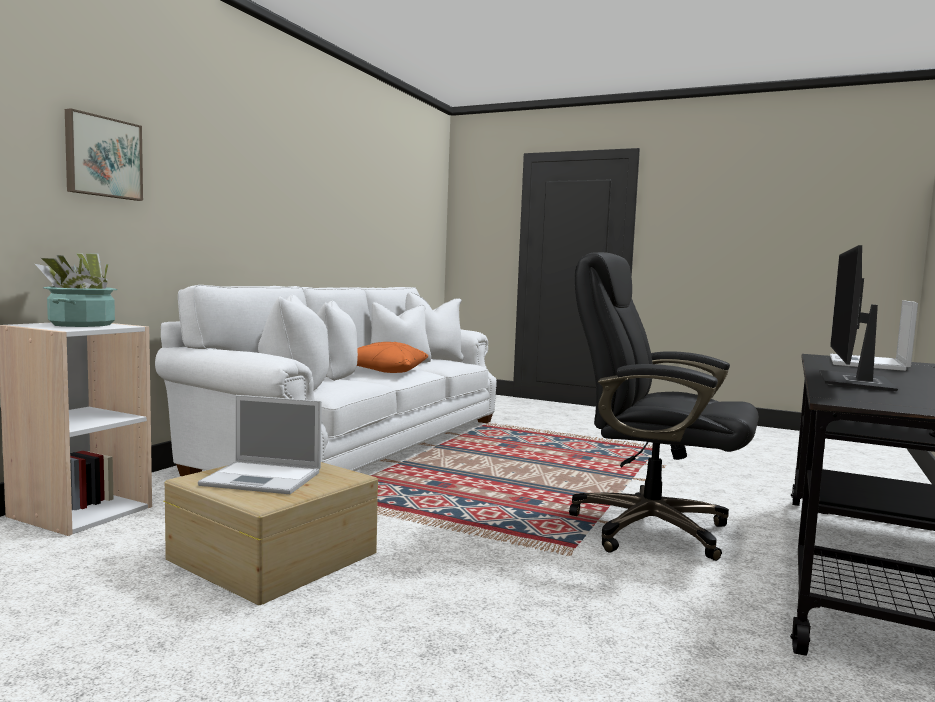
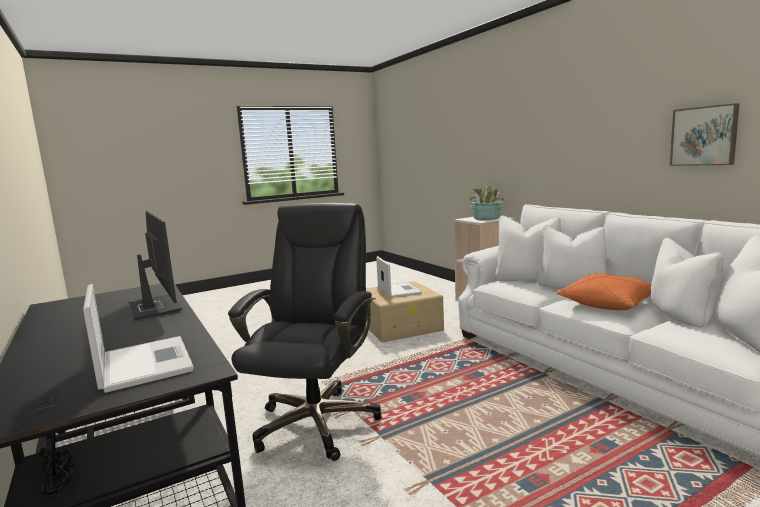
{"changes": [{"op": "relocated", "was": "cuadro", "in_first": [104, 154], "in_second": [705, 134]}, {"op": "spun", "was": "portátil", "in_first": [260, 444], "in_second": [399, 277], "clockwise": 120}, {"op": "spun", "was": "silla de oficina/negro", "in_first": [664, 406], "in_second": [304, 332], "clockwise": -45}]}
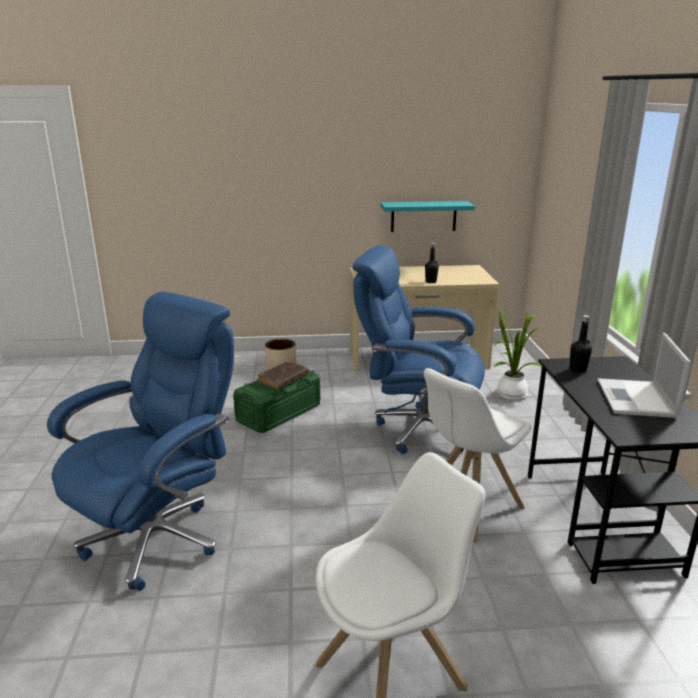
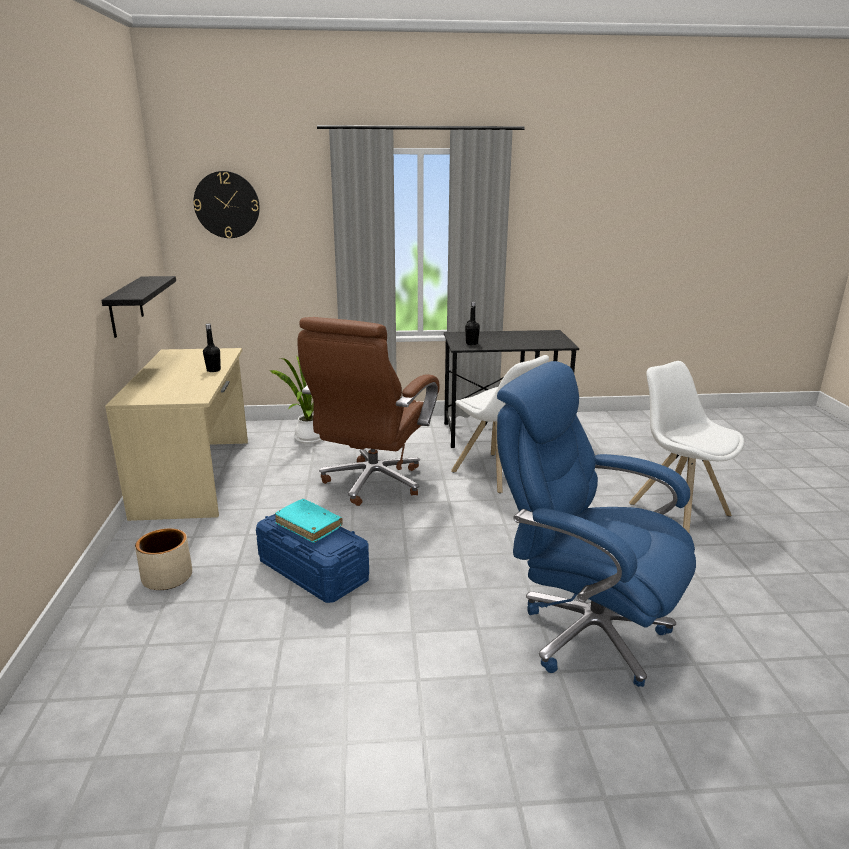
{"changes": [{"op": "colour", "was": "caja de almacenaje/verde", "now": "caja de almacenaje/azul", "in_first": [276, 402], "in_second": [312, 558]}, {"op": "colour", "was": "libro/marrón", "now": "libro/turquesa", "in_first": [283, 375], "in_second": [309, 521]}, {"op": "colour", "was": "silla de oficina/azul", "now": "silla de oficina/marrón", "in_first": [419, 349], "in_second": [368, 411]}, {"op": "colour", "was": "estante/turquesa", "now": "estante/negro", "in_first": [428, 216], "in_second": [138, 307]}, {"op": "missing", "was": "portátil", "in_first": [644, 375]}, {"op": "appeared", "now": "reloj de pared", "in_second": [226, 204]}]}
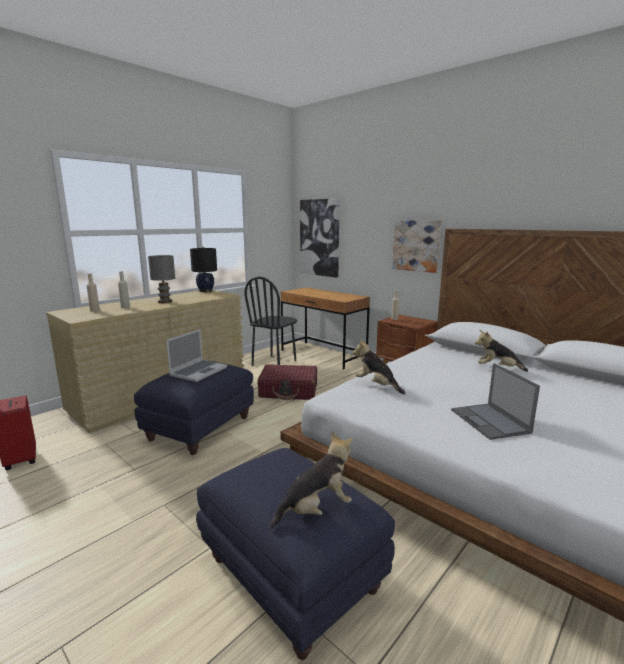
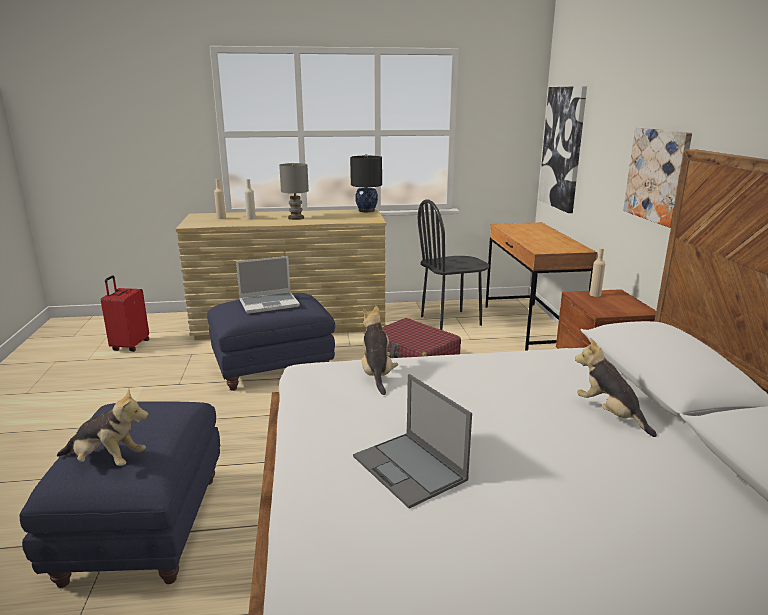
{"changes": [{"op": "spun", "was": "portátil", "in_first": [495, 401], "in_second": [412, 441], "clockwise": -60}]}
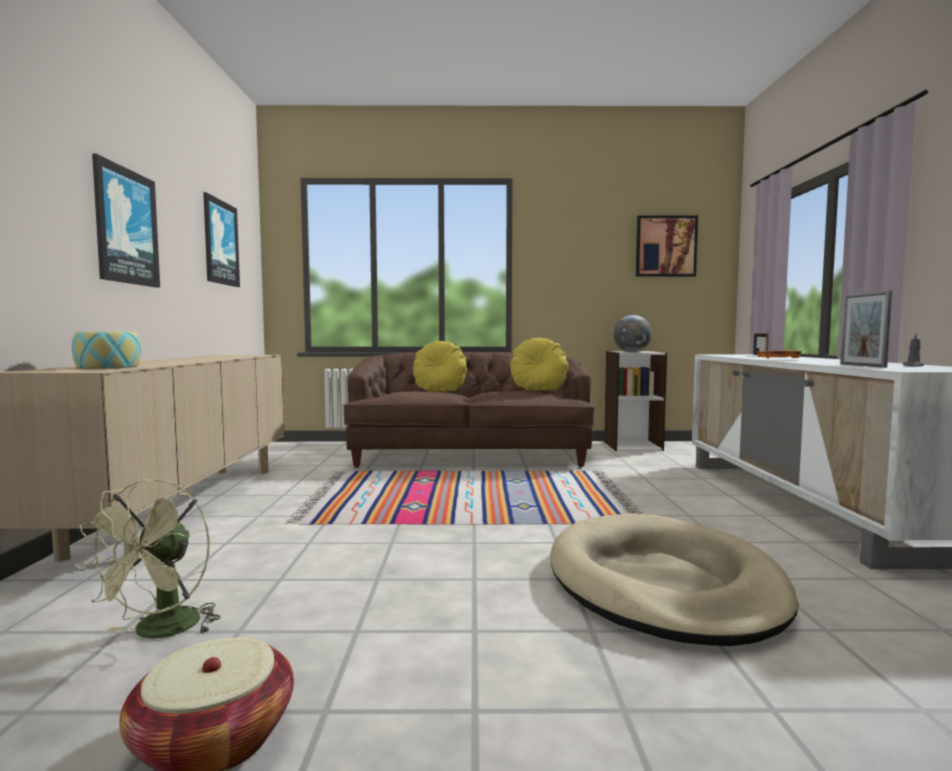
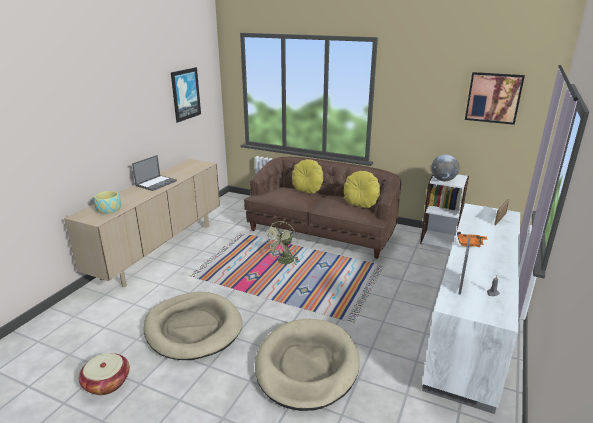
{"changes": [{"op": "relocated", "was": "ventilador/verde", "in_first": [148, 558], "in_second": [282, 243]}, {"op": "missing", "was": "cuadro", "in_first": [126, 220]}, {"op": "appeared", "now": "portátil", "in_second": [154, 173]}, {"op": "appeared", "now": "cama para perro/beis", "in_second": [193, 326]}]}
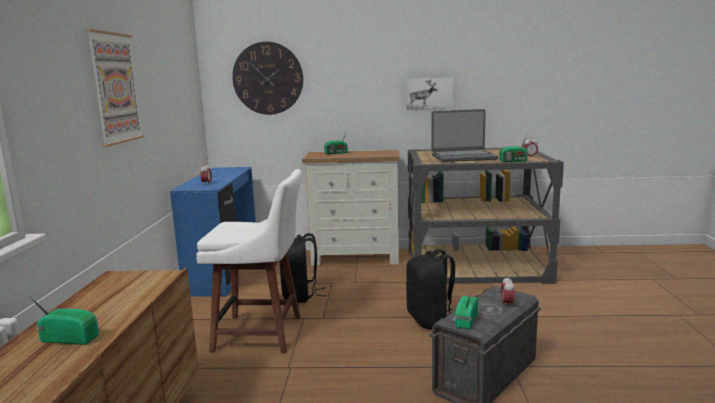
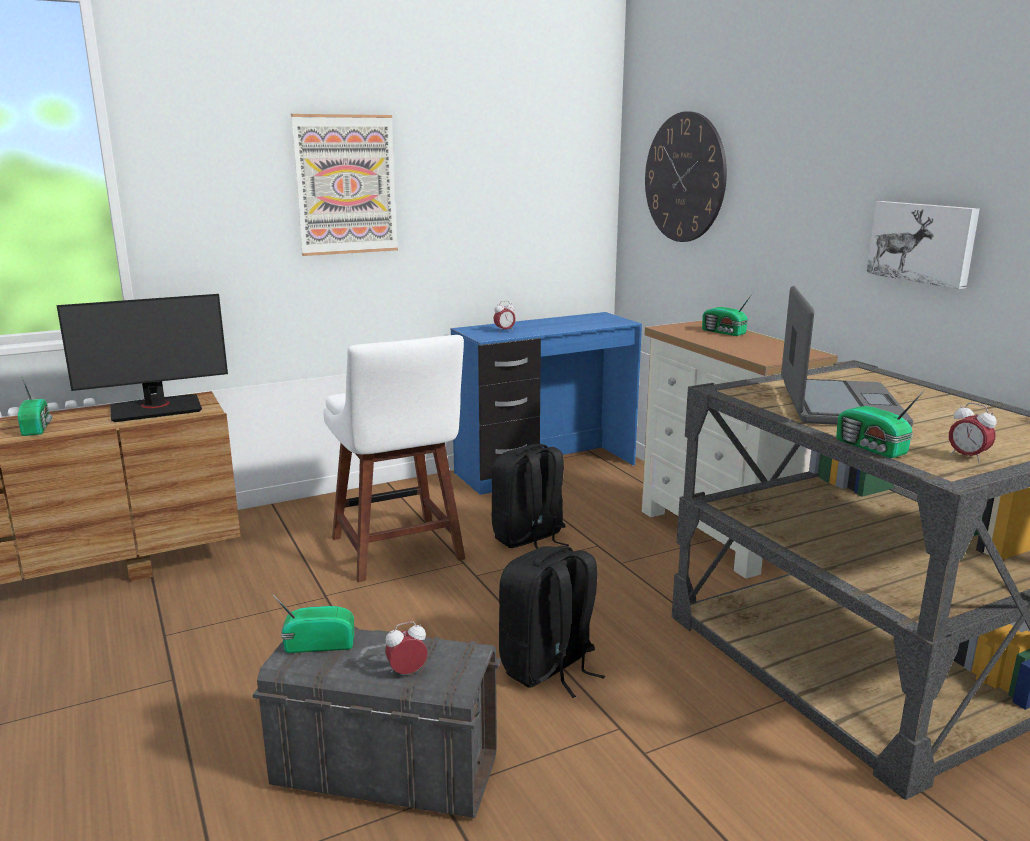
{"changes": [{"op": "spun", "was": "portátil", "in_first": [465, 135], "in_second": [847, 356], "clockwise": -135}, {"op": "appeared", "now": "monitor", "in_second": [142, 358]}]}
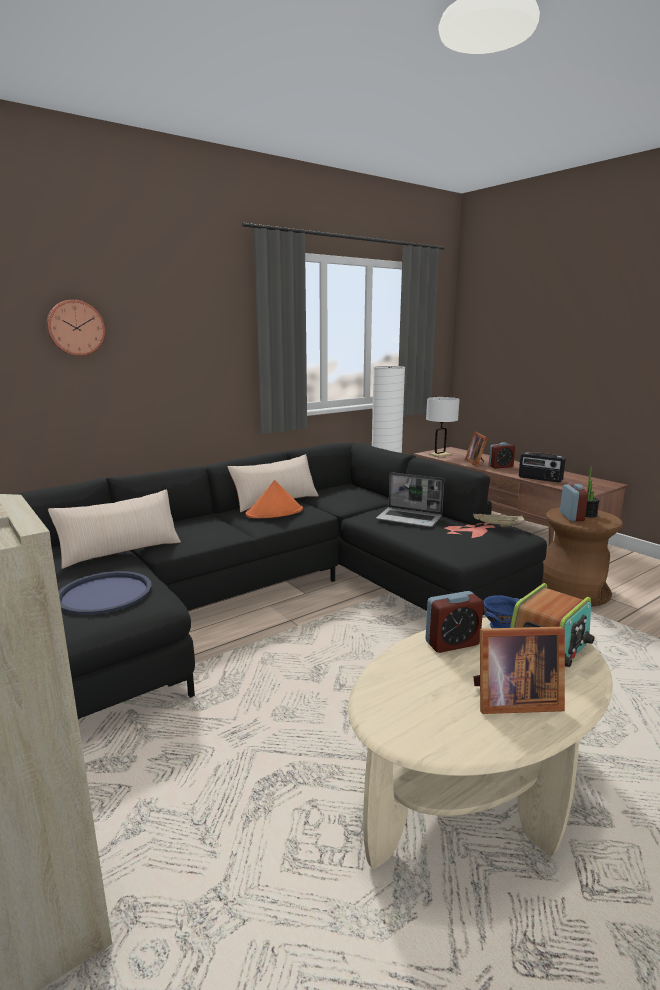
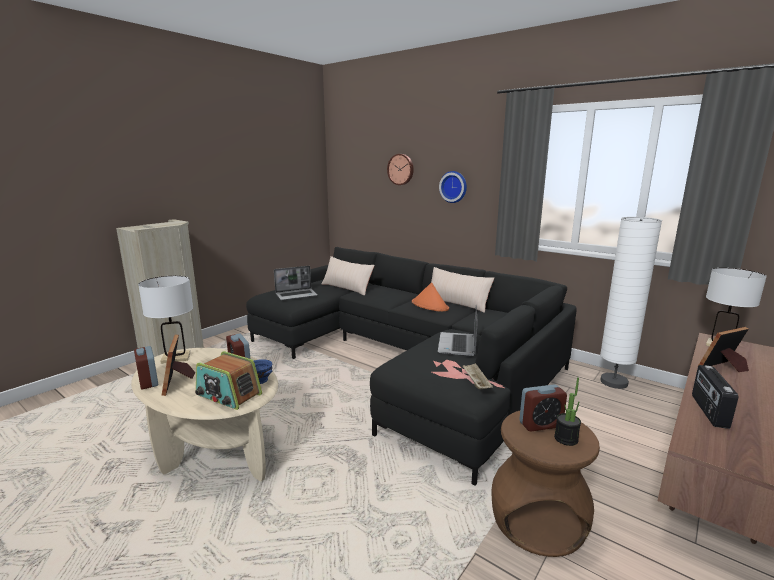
{"changes": [{"op": "exchanged", "was": "bandeja/azul", "now": "portátil", "in_first": [105, 593], "in_second": [296, 283]}, {"op": "relocated", "was": "despertador", "in_first": [502, 455], "in_second": [146, 368]}, {"op": "appeared", "now": "lámpara de mesa/blanco", "in_second": [165, 320]}, {"op": "appeared", "now": "reloj de pared", "in_second": [453, 187]}]}
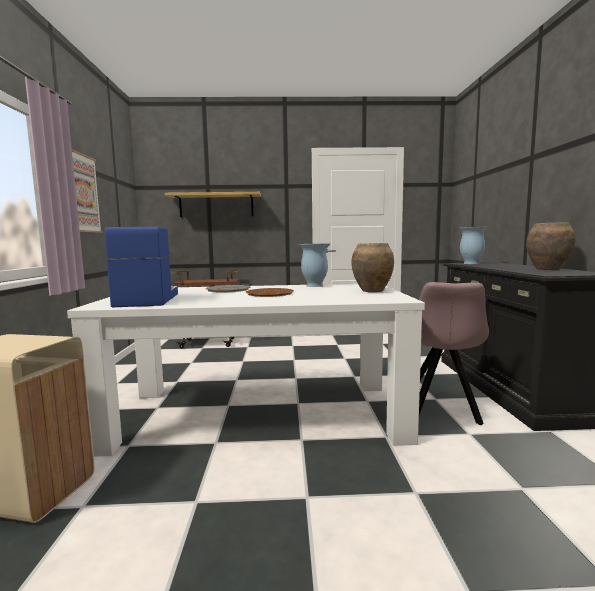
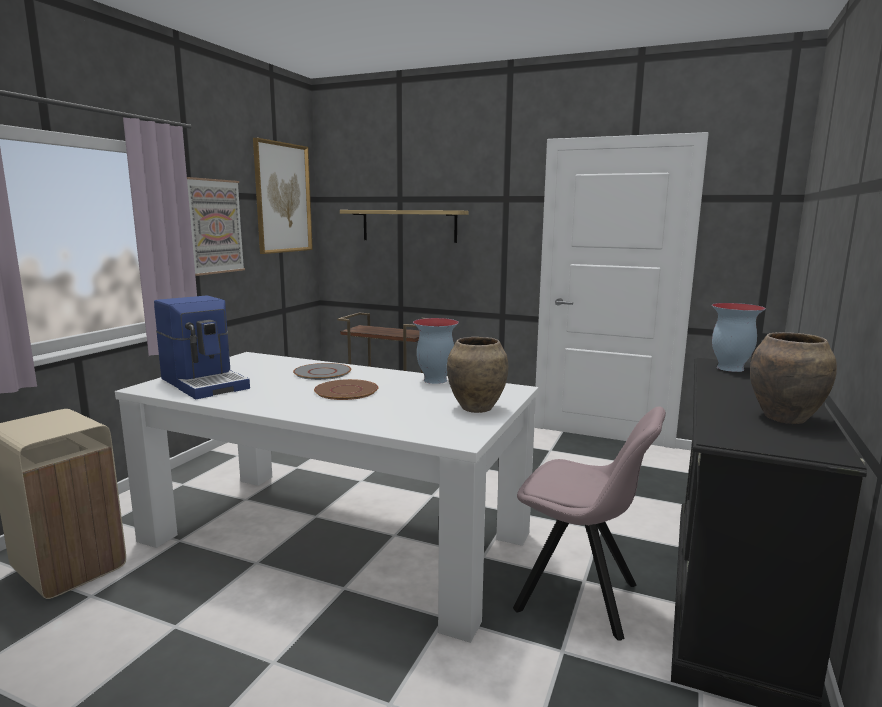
{"changes": [{"op": "spun", "was": "cafetera", "in_first": [141, 267], "in_second": [202, 347], "clockwise": 120}, {"op": "spun", "was": "silla/rosa", "in_first": [454, 353], "in_second": [589, 523], "clockwise": -105}, {"op": "appeared", "now": "cuadro", "in_second": [283, 196]}]}
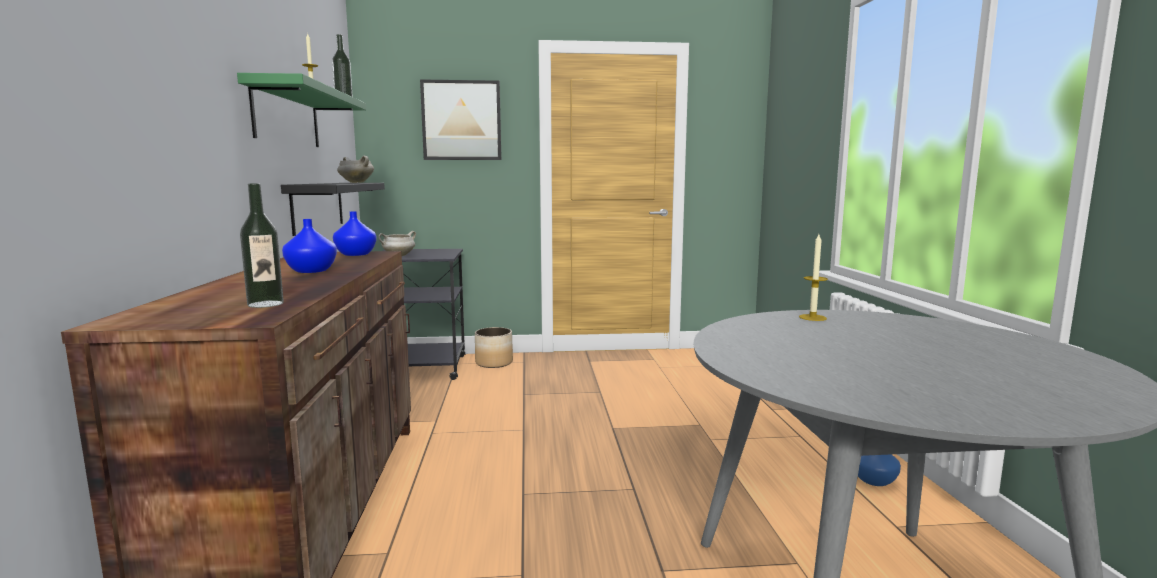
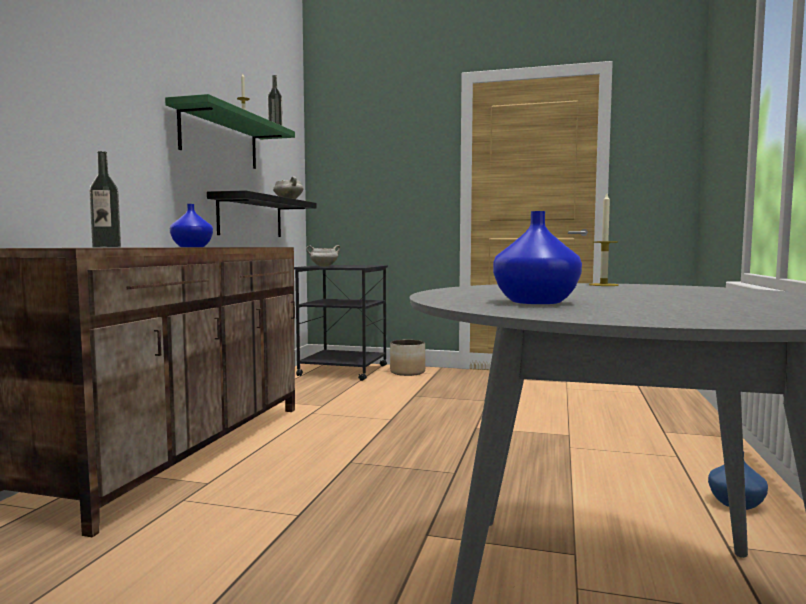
{"changes": [{"op": "relocated", "was": "florero/azul", "in_first": [355, 233], "in_second": [537, 257]}, {"op": "missing", "was": "cuadro", "in_first": [460, 119]}]}
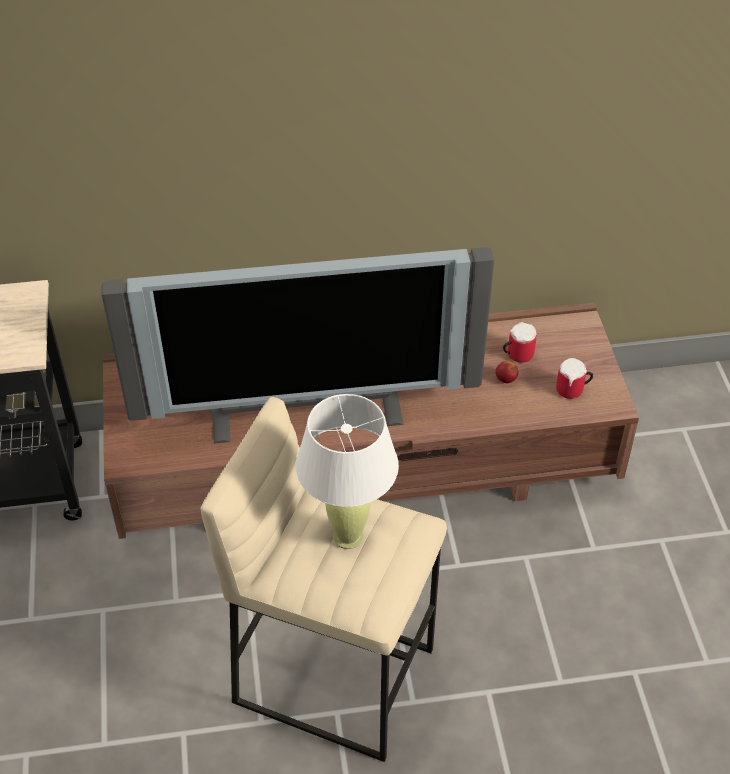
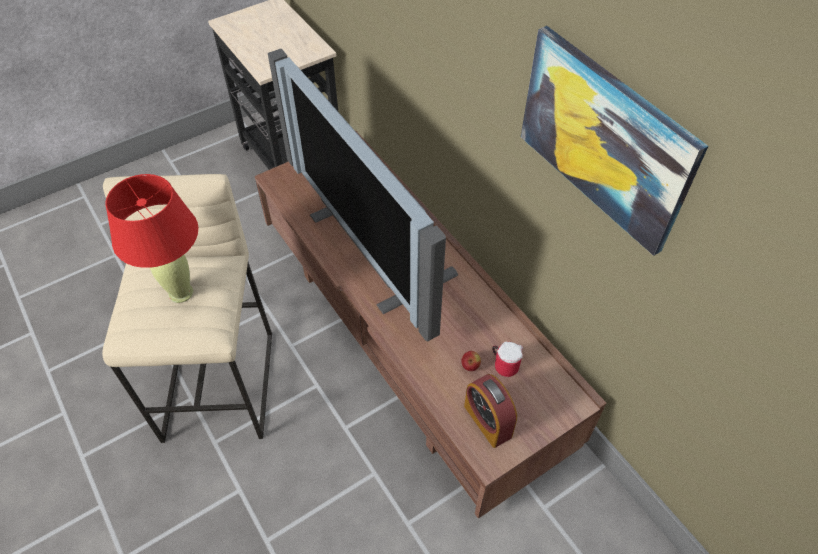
{"changes": [{"op": "colour", "was": "lámpara de mesa/blanco", "now": "lámpara de mesa/rojo", "in_first": [347, 471], "in_second": [151, 238]}, {"op": "exchanged", "was": "taza grande", "now": "despertador", "in_first": [574, 378], "in_second": [490, 411]}, {"op": "appeared", "now": "cuadro", "in_second": [614, 141]}]}
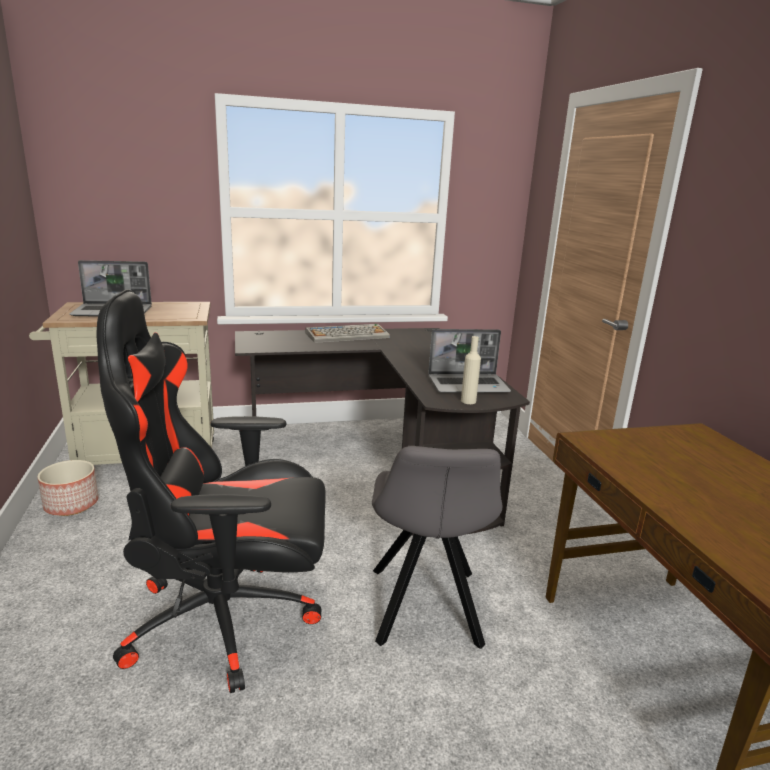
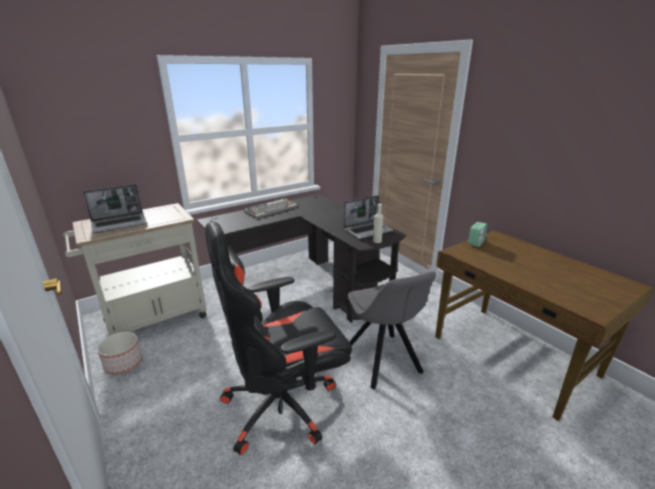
{"changes": [{"op": "appeared", "now": "despertador", "in_second": [478, 234]}]}
